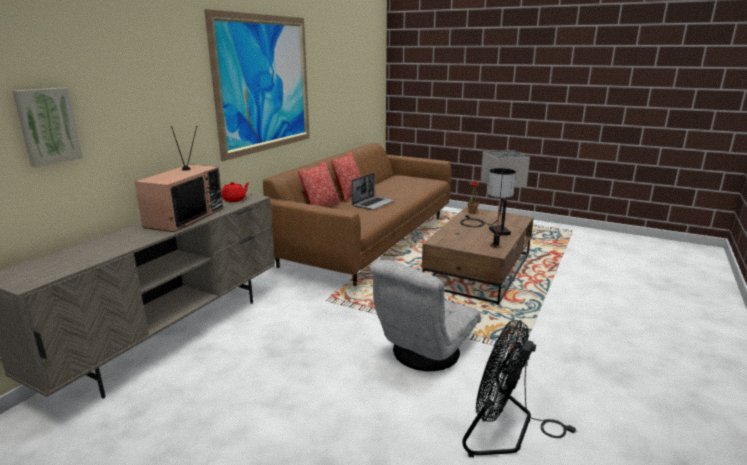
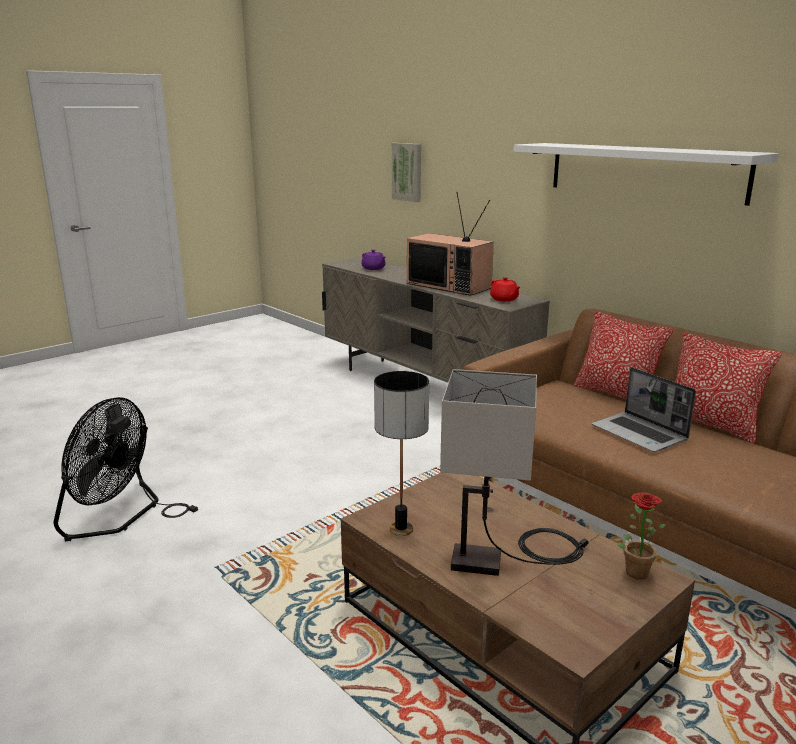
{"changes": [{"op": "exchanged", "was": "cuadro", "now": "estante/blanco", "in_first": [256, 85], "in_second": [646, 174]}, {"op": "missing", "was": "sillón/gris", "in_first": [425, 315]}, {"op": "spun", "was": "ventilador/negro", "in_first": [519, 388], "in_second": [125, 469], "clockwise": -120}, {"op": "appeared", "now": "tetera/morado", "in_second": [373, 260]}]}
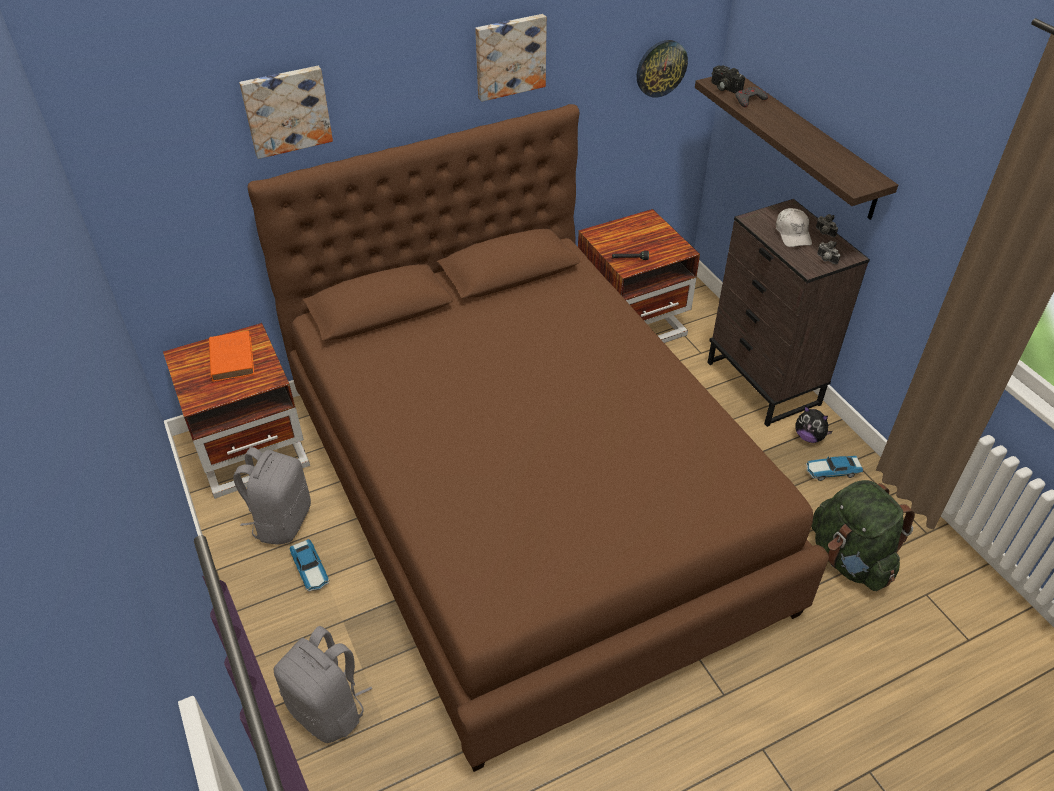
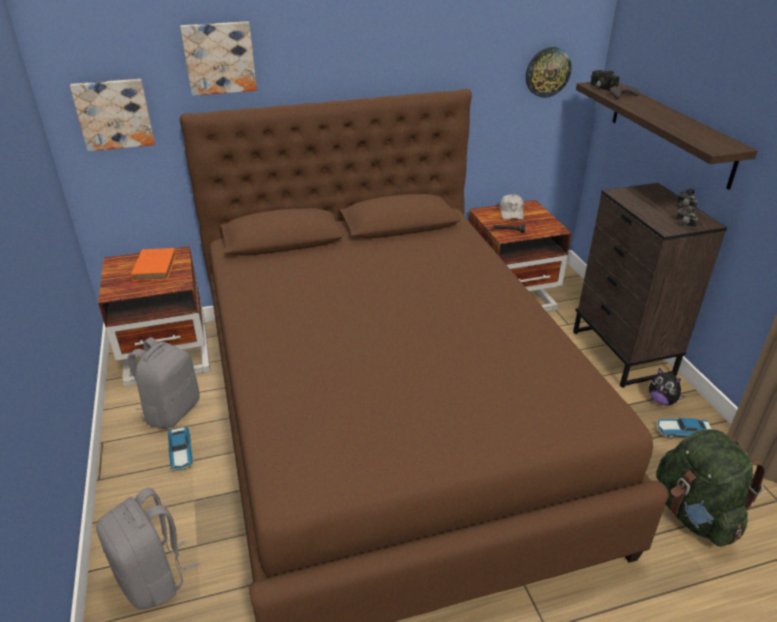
{"changes": [{"op": "relocated", "was": "cuadro", "in_first": [511, 58], "in_second": [112, 115]}, {"op": "relocated", "was": "gorra/blanco", "in_first": [794, 227], "in_second": [511, 207]}]}
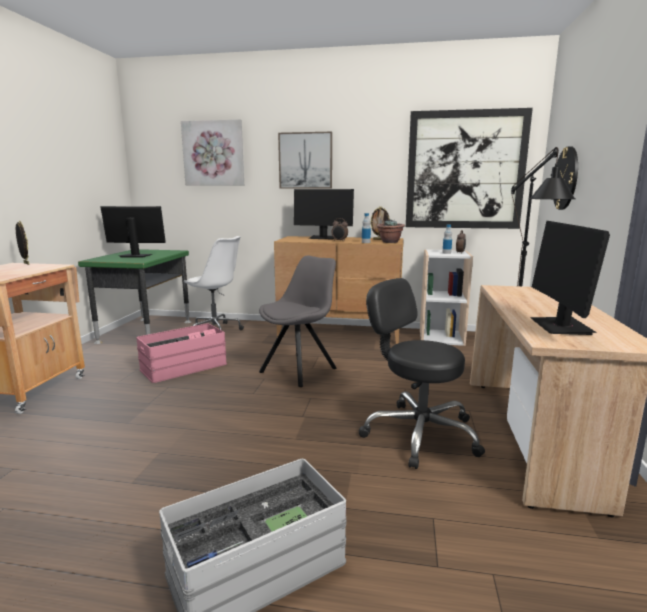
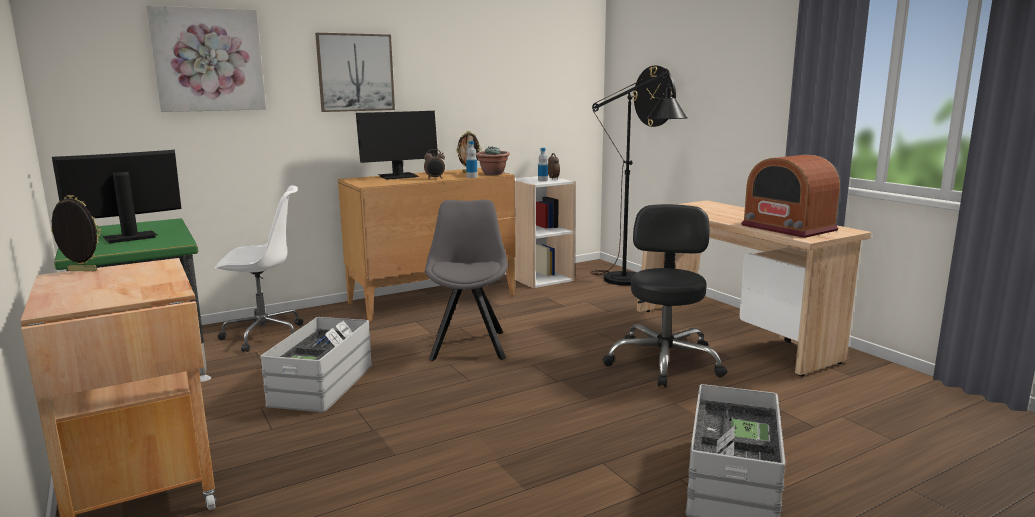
{"changes": [{"op": "colour", "was": "caja de almacenaje/rosa", "now": "caja de almacenaje/gris", "in_first": [181, 353], "in_second": [316, 364]}, {"op": "spun", "was": "silla de oficina/negro", "in_first": [422, 373], "in_second": [665, 295], "clockwise": 105}, {"op": "missing", "was": "cuadro", "in_first": [469, 168]}, {"op": "exchanged", "was": "monitor", "now": "radio", "in_first": [570, 278], "in_second": [790, 196]}]}
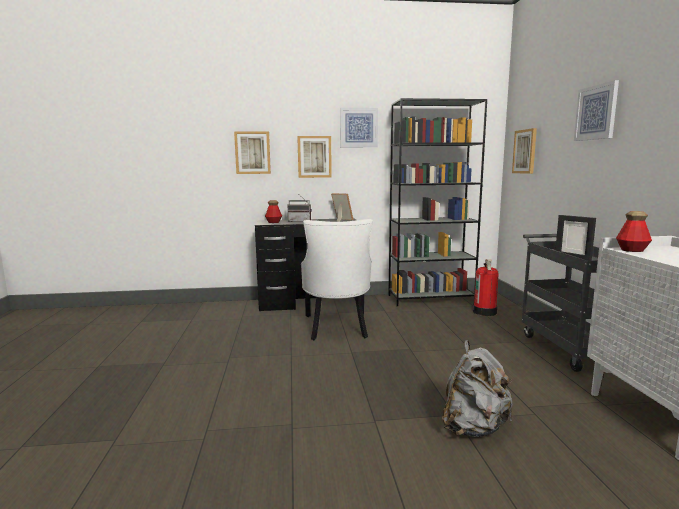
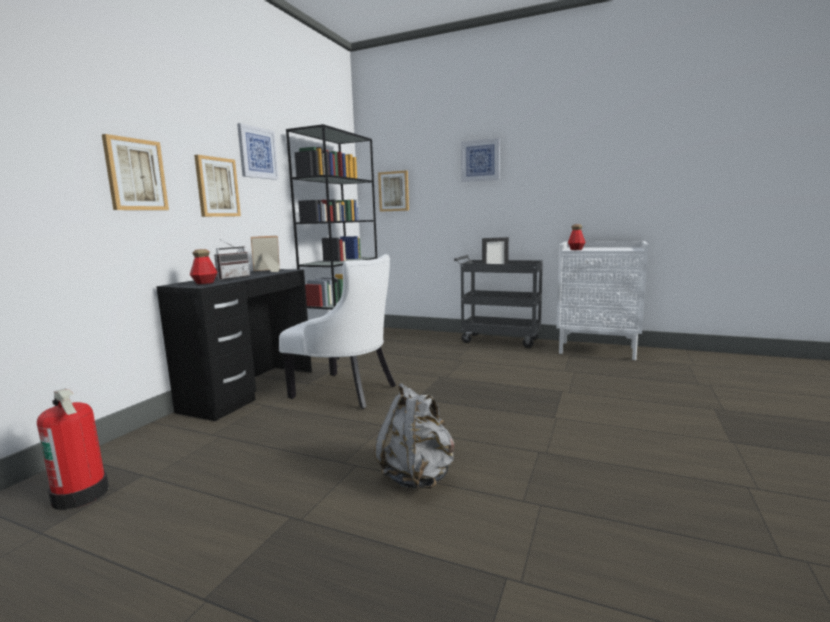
{"changes": [{"op": "relocated", "was": "mochila/gris", "in_first": [477, 388], "in_second": [414, 436]}, {"op": "relocated", "was": "extintor", "in_first": [486, 287], "in_second": [73, 449]}]}
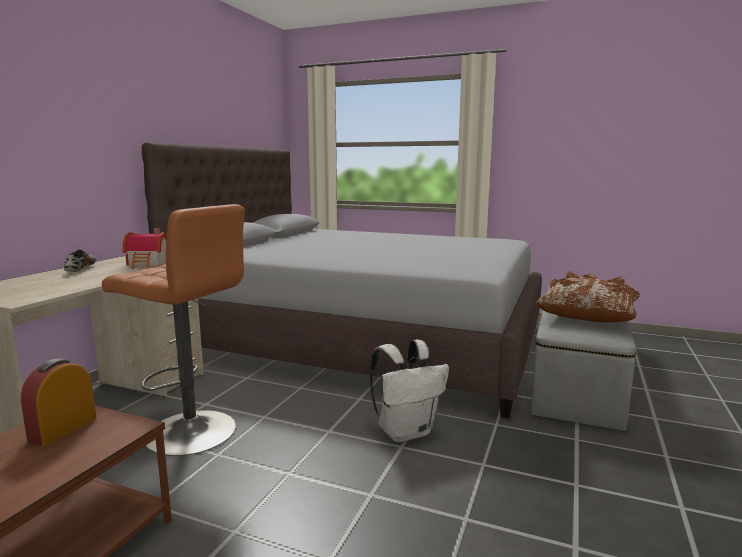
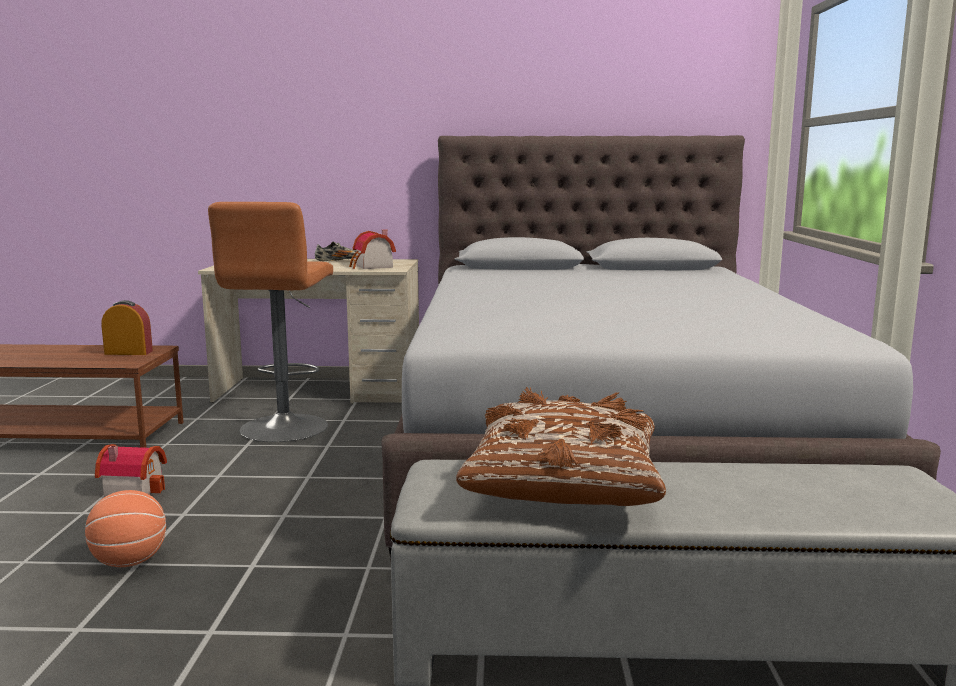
{"changes": [{"op": "missing", "was": "mochila/blanco", "in_first": [409, 390]}, {"op": "appeared", "now": "balón de baloncesto", "in_second": [125, 528]}, {"op": "appeared", "now": "casita", "in_second": [131, 470]}]}
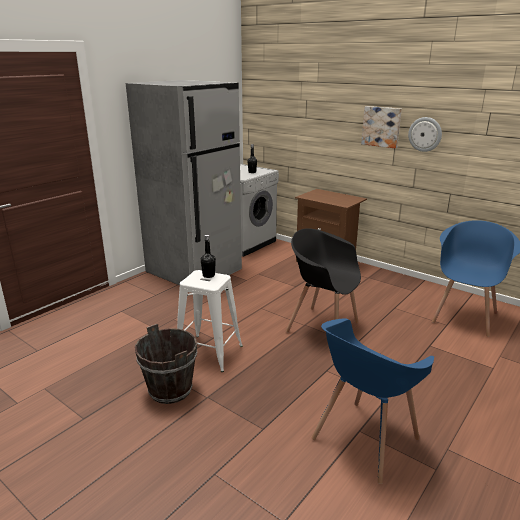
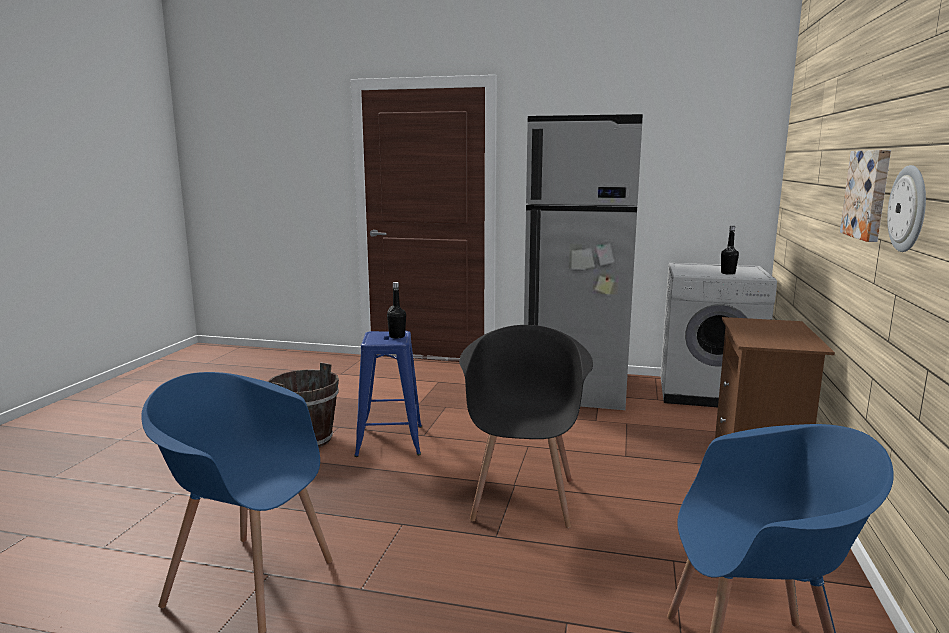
{"changes": [{"op": "colour", "was": "taburete/blanco", "now": "taburete/azul", "in_first": [210, 321], "in_second": [388, 394]}]}
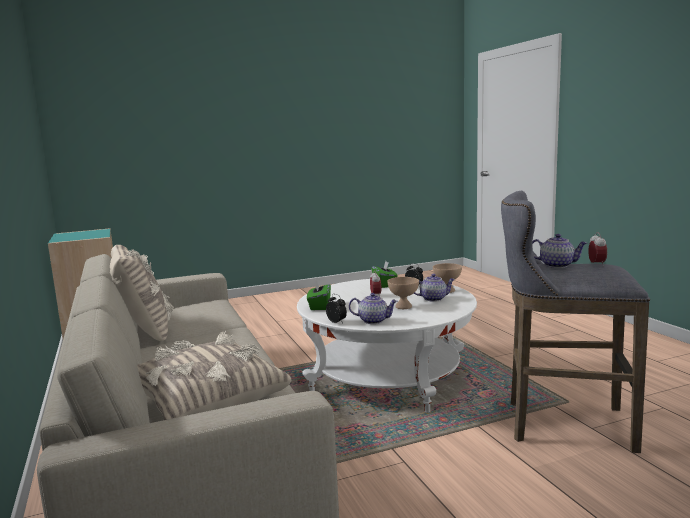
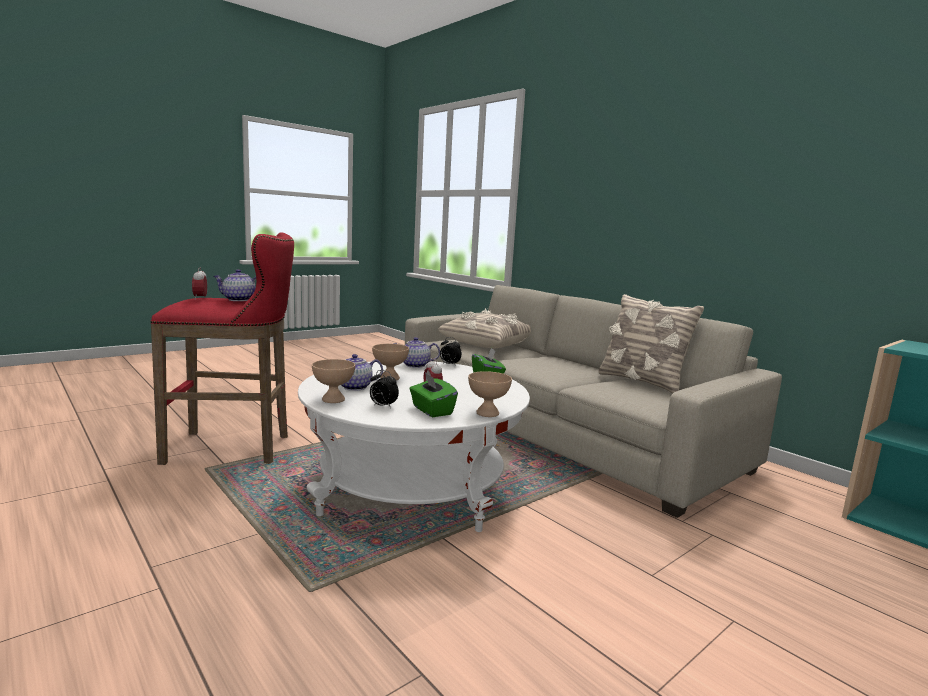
{"changes": [{"op": "colour", "was": "taburete/gris", "now": "taburete/rojo", "in_first": [575, 322], "in_second": [222, 349]}, {"op": "appeared", "now": "cuenco/beis", "in_second": [490, 394]}]}
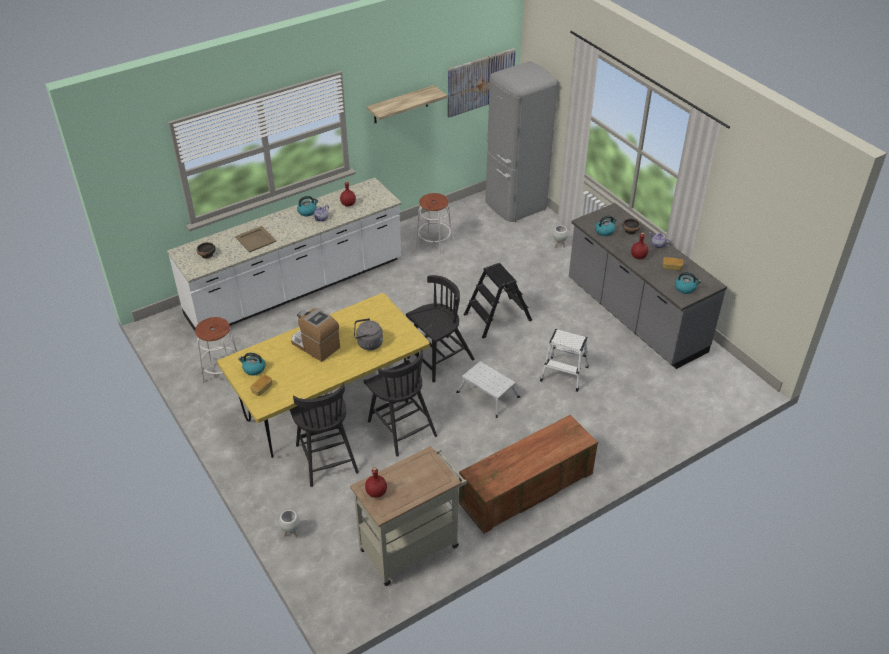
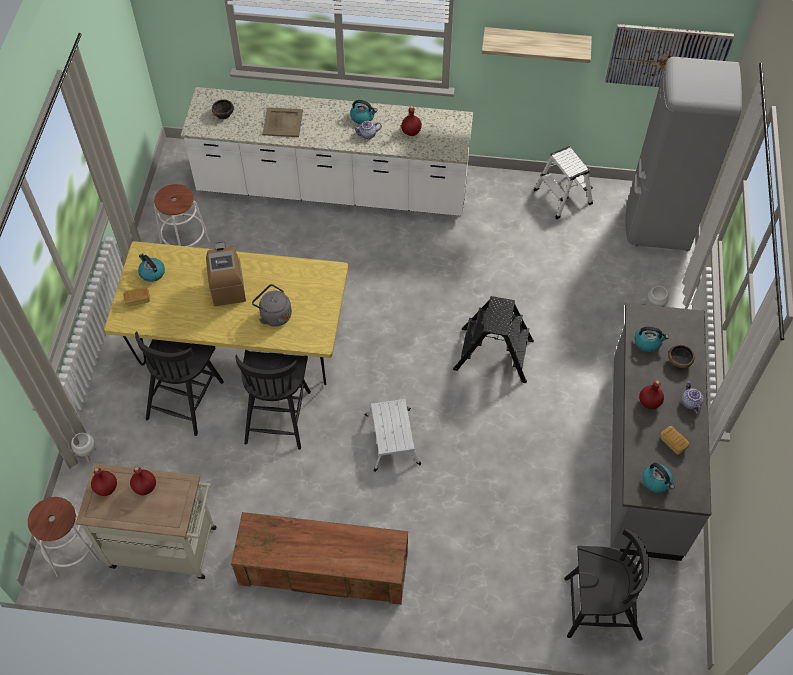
{"changes": [{"op": "relocated", "was": "silla/negro", "in_first": [440, 328], "in_second": [606, 585]}, {"op": "relocated", "was": "taburete/blanco", "in_first": [434, 224], "in_second": [63, 537]}, {"op": "relocated", "was": "escalera de tijera/blanco", "in_first": [564, 360], "in_second": [563, 182]}, {"op": "appeared", "now": "botella/rojo", "in_second": [143, 480]}]}
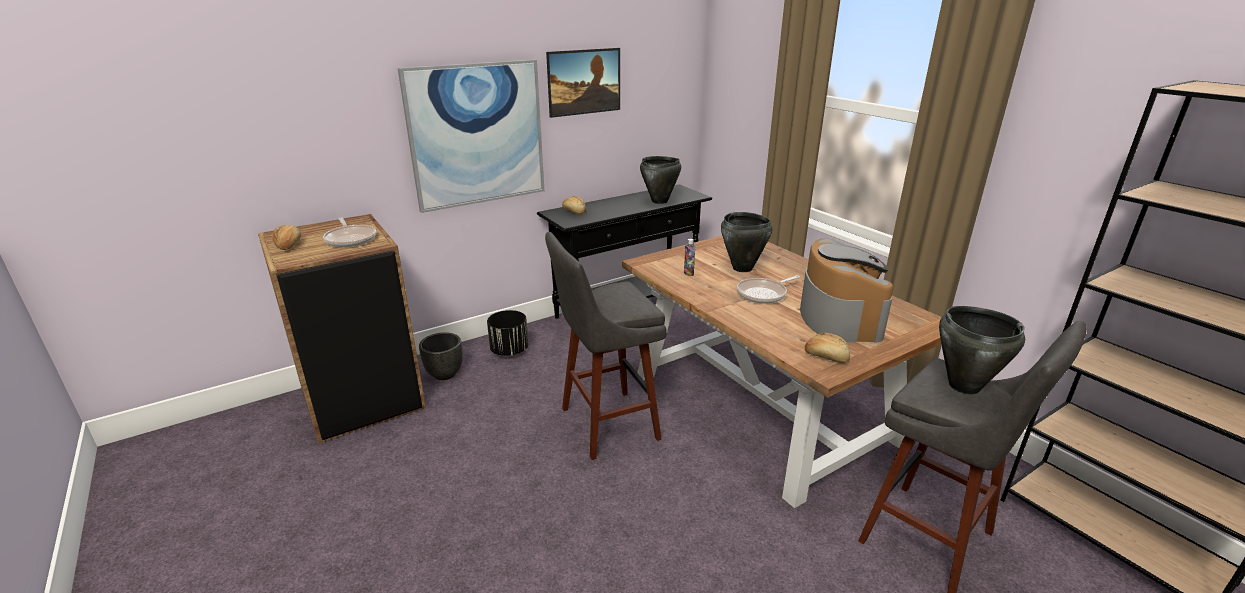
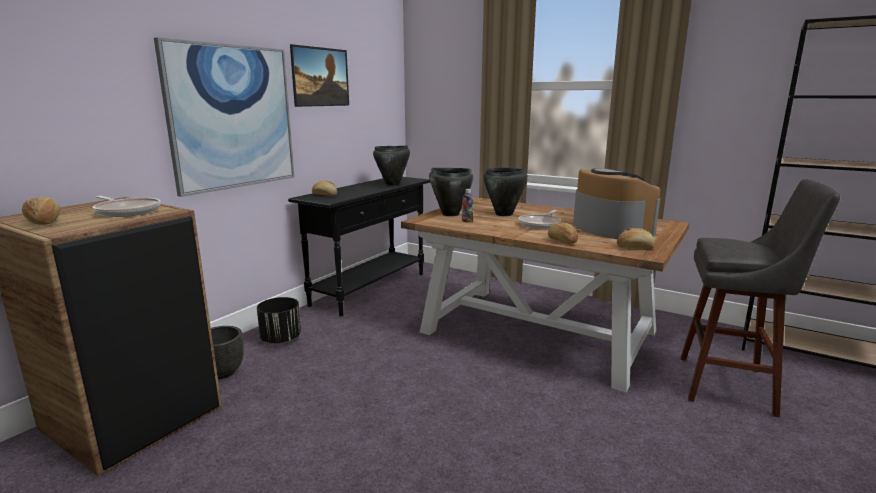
{"changes": [{"op": "missing", "was": "taburete/gris", "in_first": [606, 346]}, {"op": "relocated", "was": "olla/negro", "in_first": [982, 350], "in_second": [451, 192]}, {"op": "appeared", "now": "pan", "in_second": [563, 233]}]}
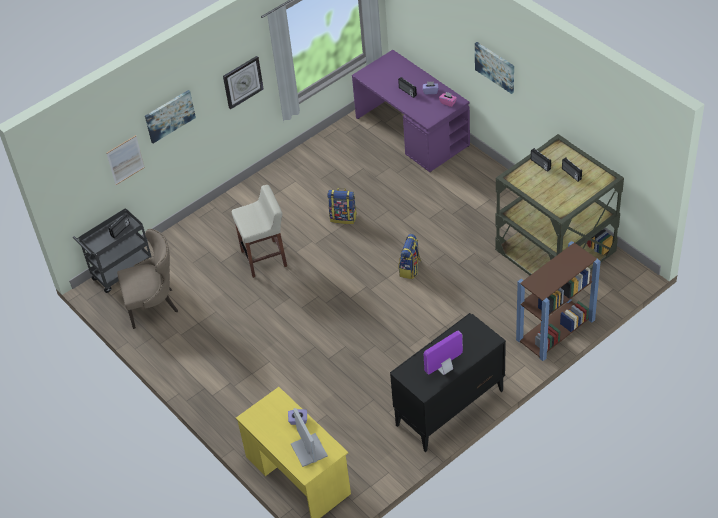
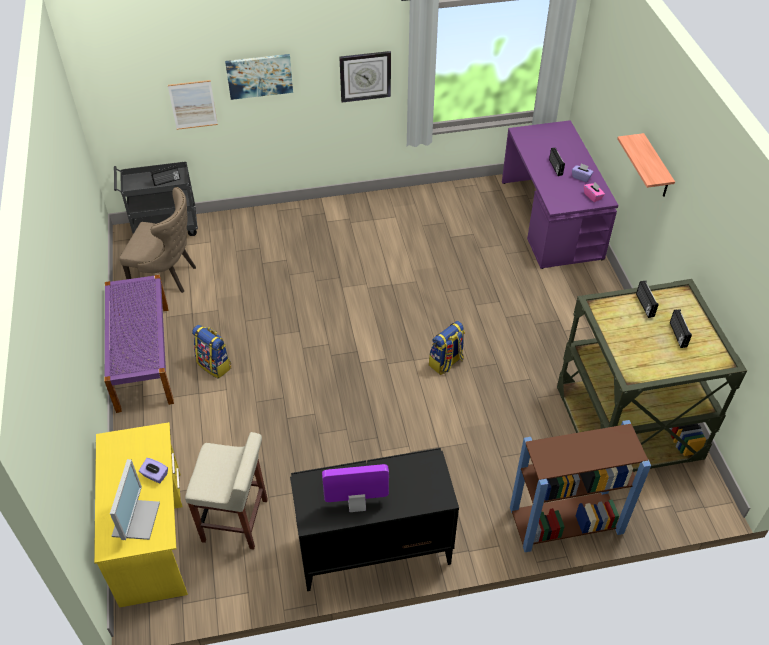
{"changes": [{"op": "relocated", "was": "taburete/beis", "in_first": [259, 231], "in_second": [226, 490]}, {"op": "relocated", "was": "mochila", "in_first": [342, 206], "in_second": [211, 351]}, {"op": "exchanged", "was": "cuadro", "now": "estante", "in_first": [494, 68], "in_second": [646, 165]}, {"op": "appeared", "now": "banco/morado", "in_second": [139, 343]}]}
